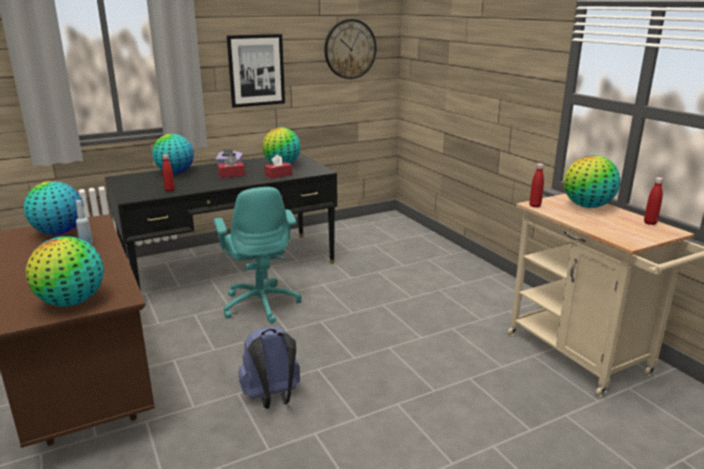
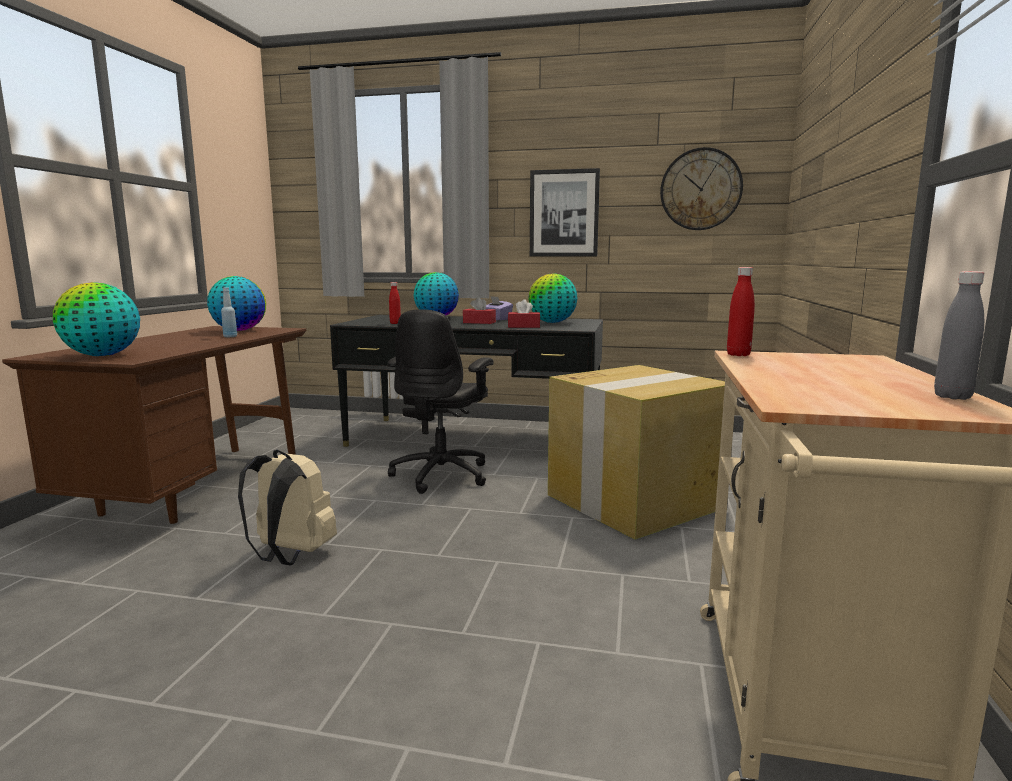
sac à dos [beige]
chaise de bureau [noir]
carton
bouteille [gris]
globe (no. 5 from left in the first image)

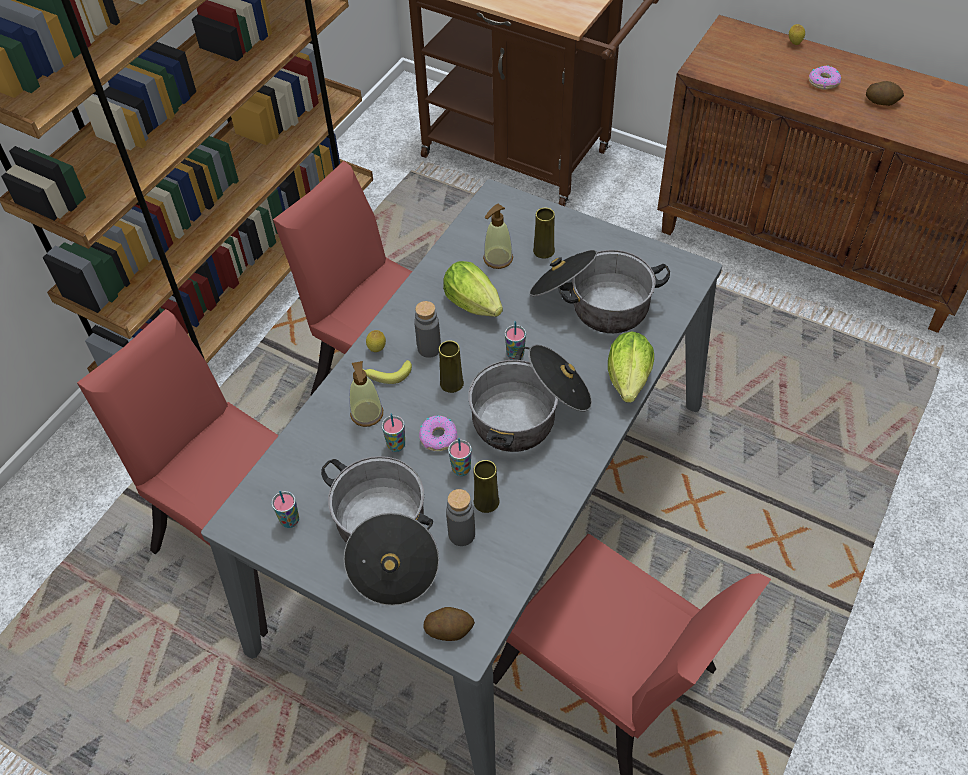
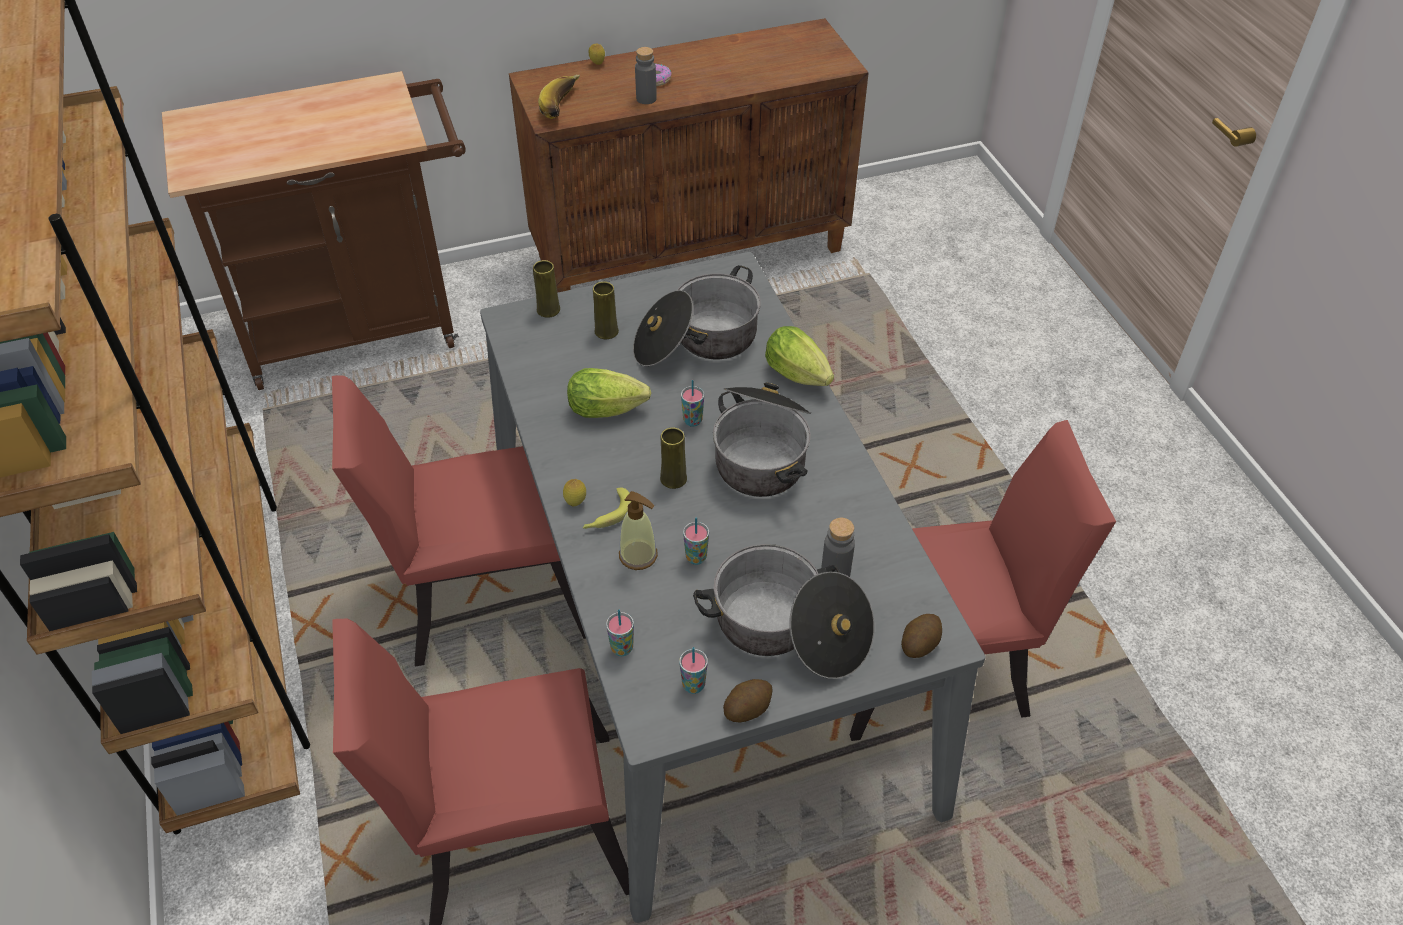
vase [jaune] (no. 1 from left)
banane (no. 1 from left)
tasse (no. 1 from left)
bouteille [gris] (no. 1 from left)
pomme de terre (no. 1 from left)
beignet (no. 1 from left in the first image)
distributeur de savon (no. 2 from left in the first image)

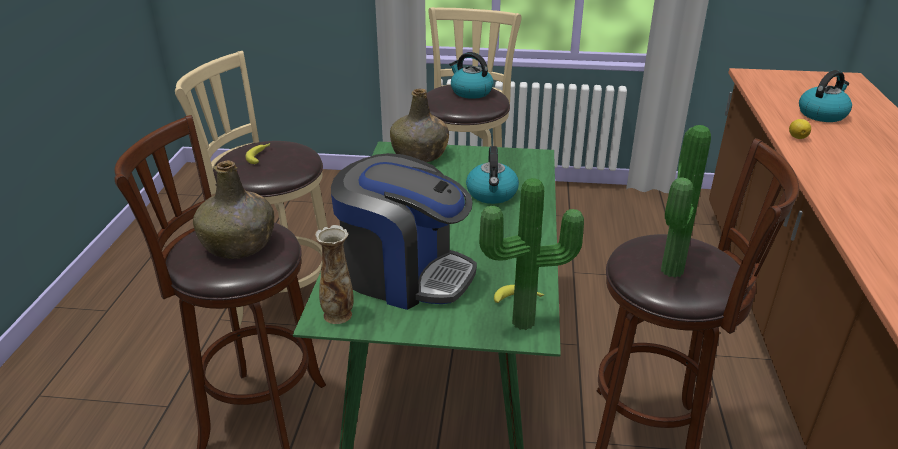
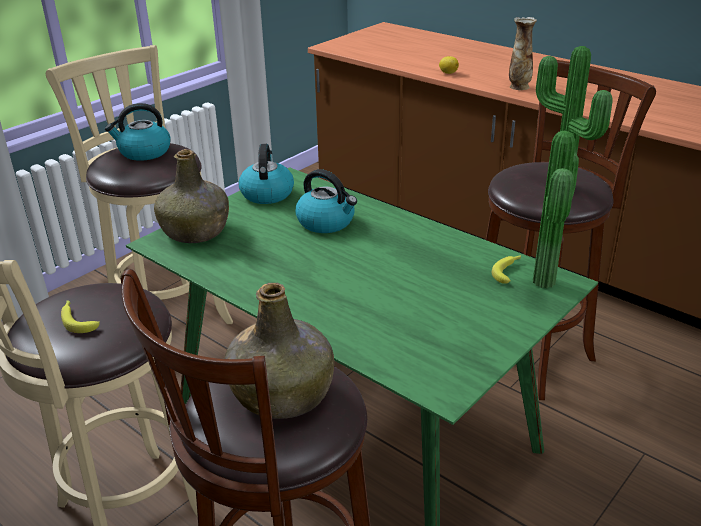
bouilloire (no. 2 from left)
vase
machine à café

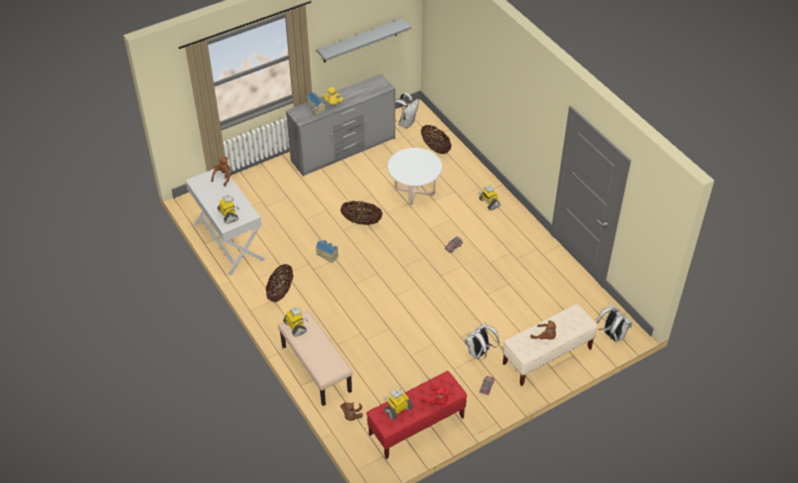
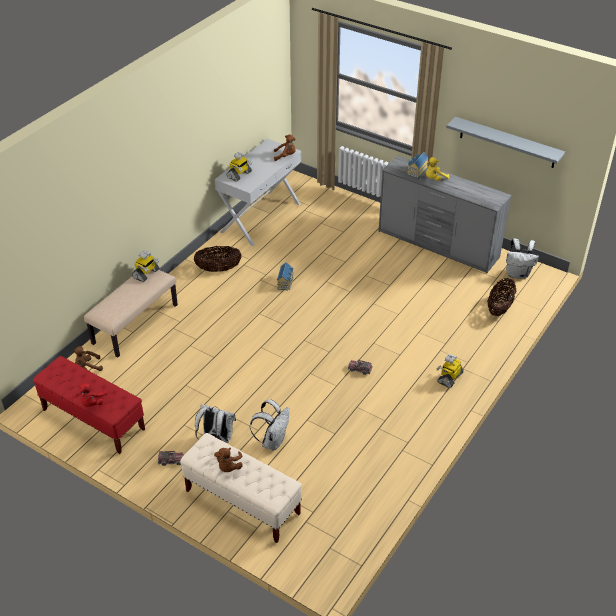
sac à dos [blanc] (no. 2 from left)
panier (no. 2 from left in the first image)
robot jouet (no. 3 from left in the first image)
table basse [blanc]

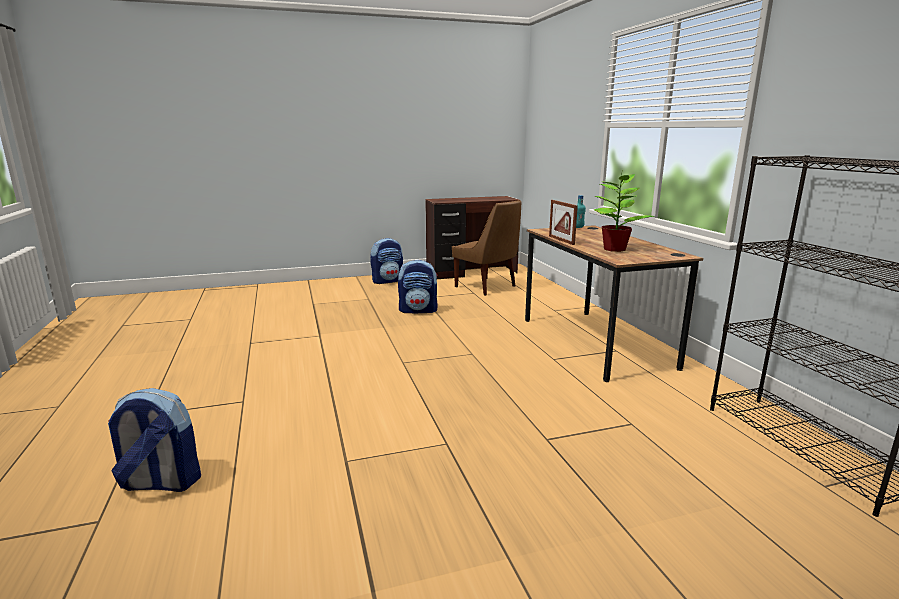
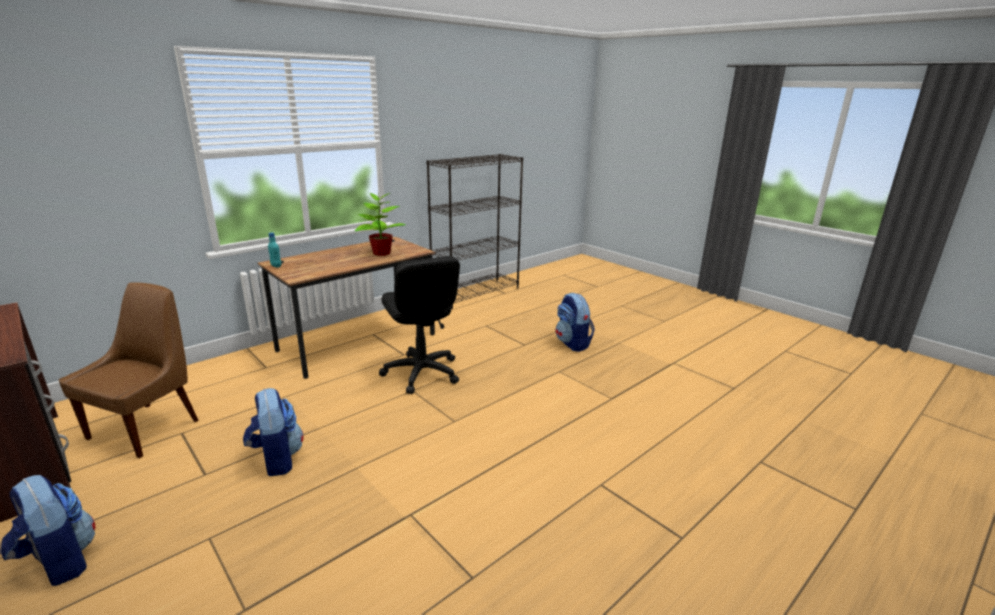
chaise de bureau [noir]
sac à dos (no. 3 from left)
cadre photo

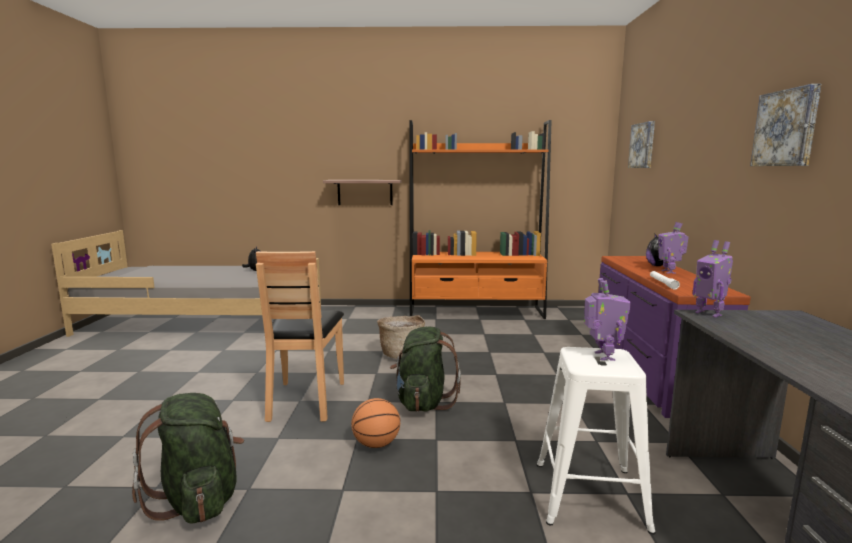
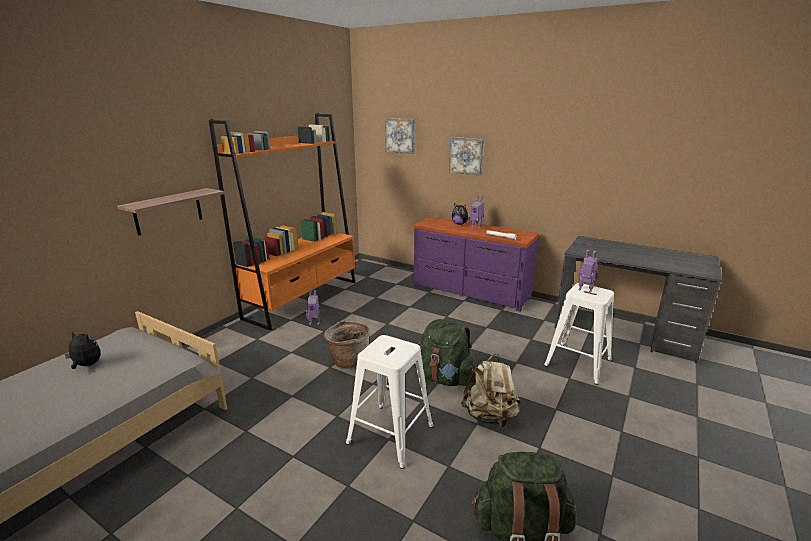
robot jouet (no. 1 from left)
tabouret [blanc] (no. 1 from left)
tableau (no. 2 from left)
sac à dos [beige]

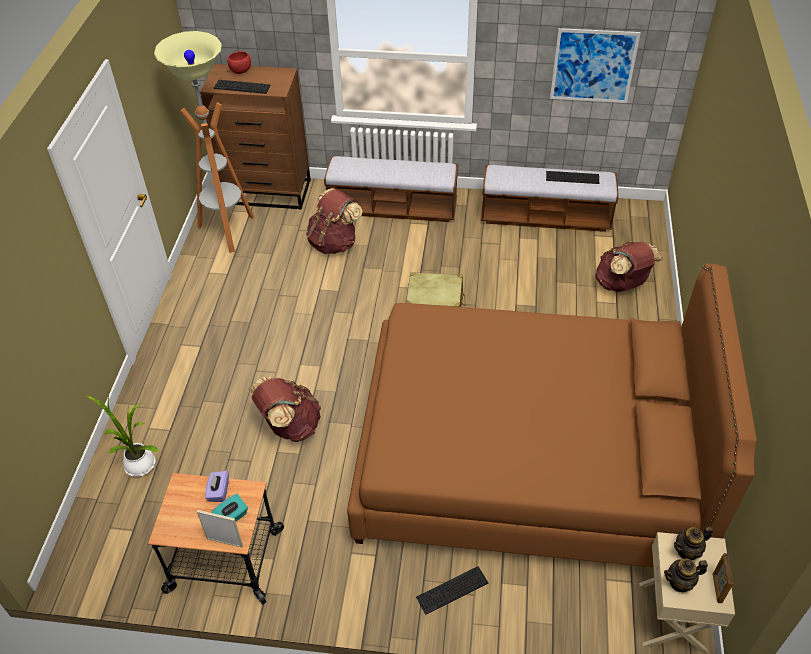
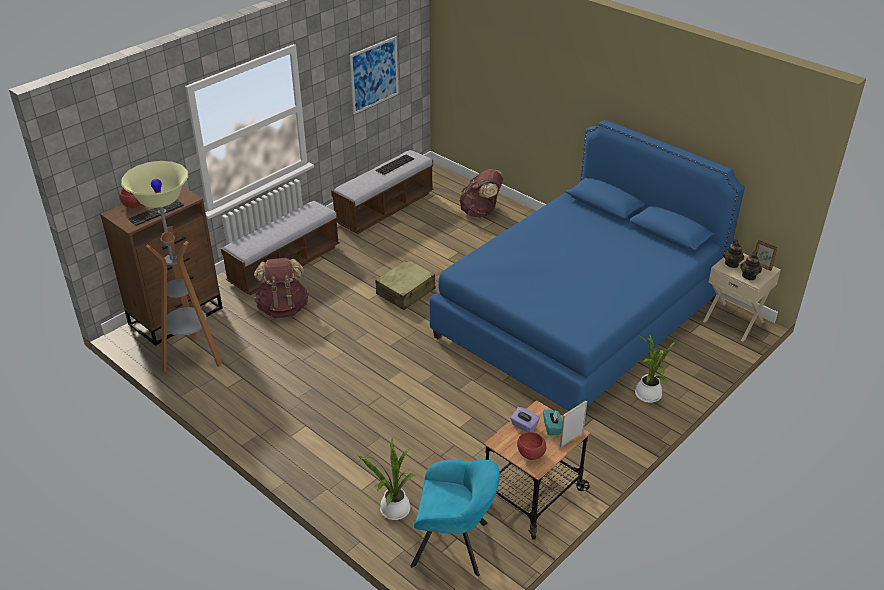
fauteuil [turquoise]
lit [bleu]
bol [rouge] (no. 2 from left)
plante en pot (no. 2 from left)
sac à dos [marron] (no. 1 from left in the first image)

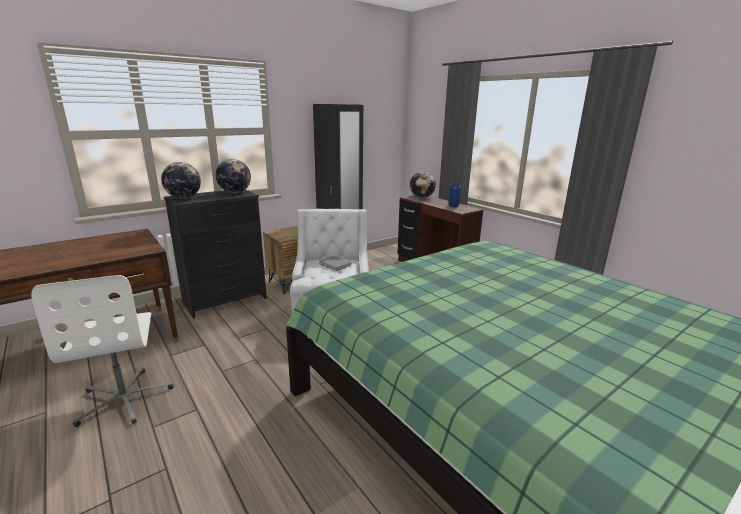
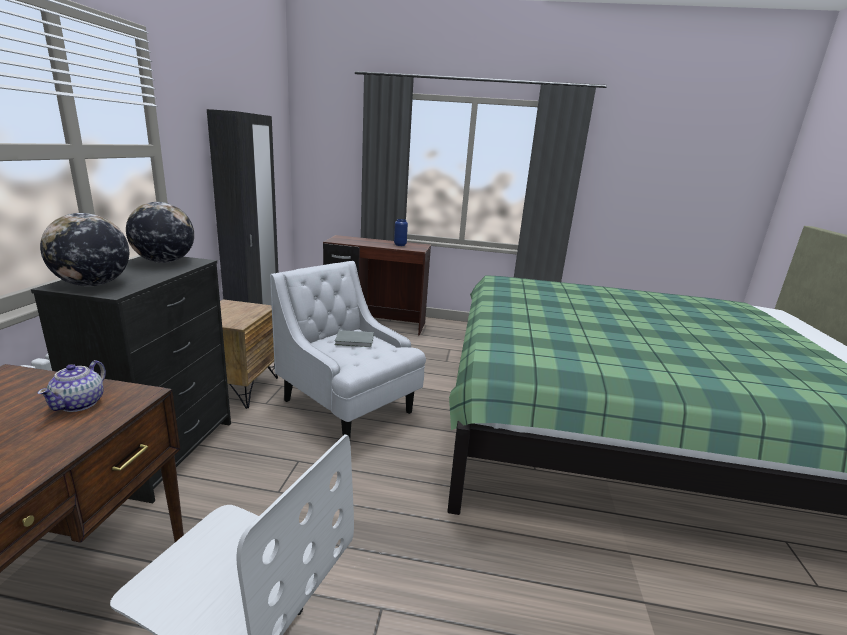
théière
globe (no. 3 from left in the first image)

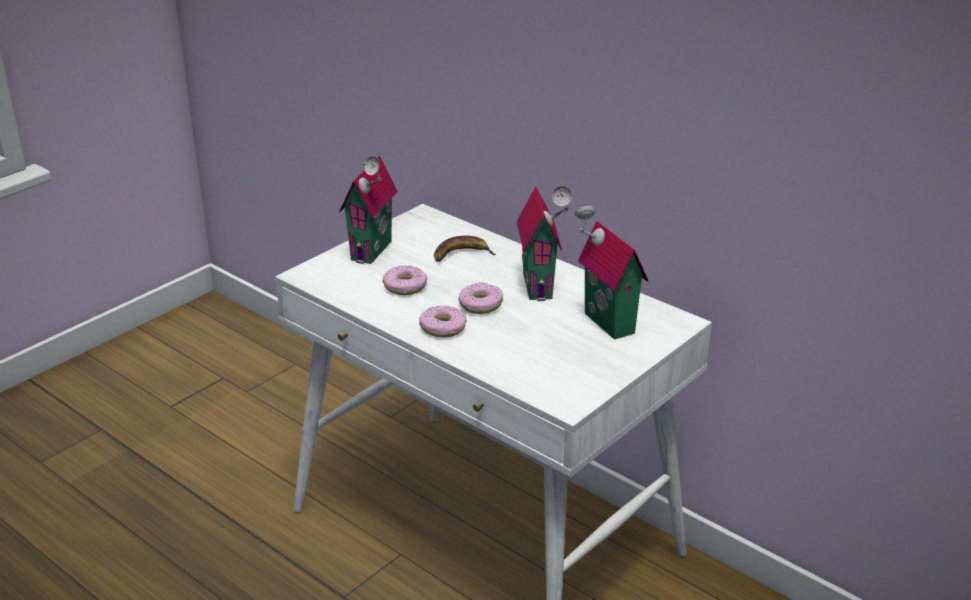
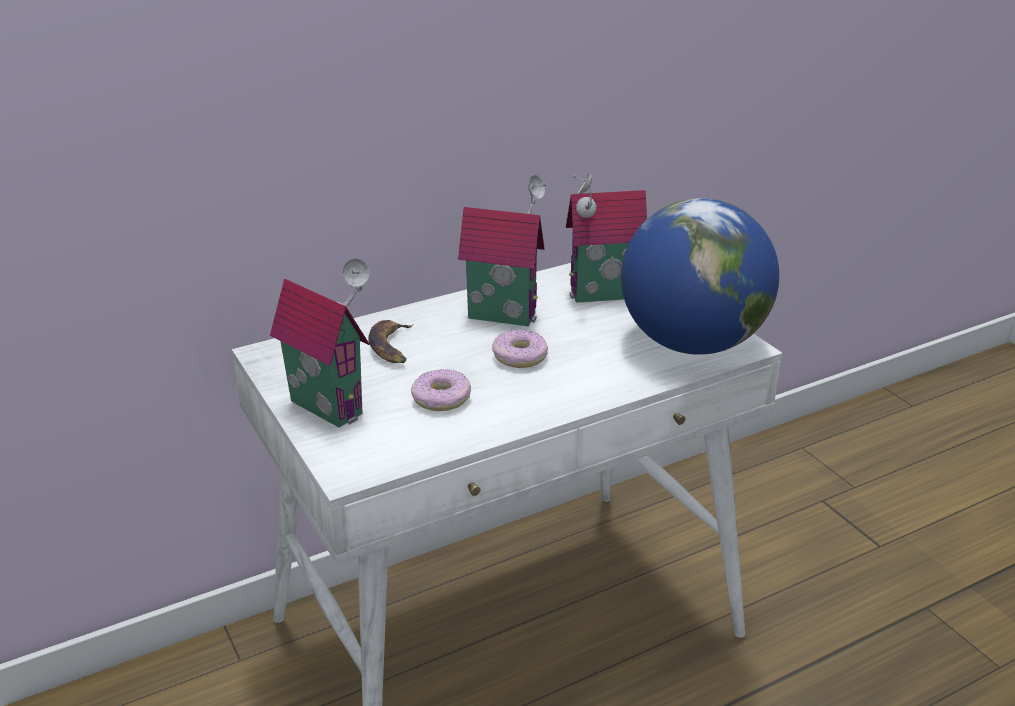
globe
beignet (no. 2 from left in the first image)

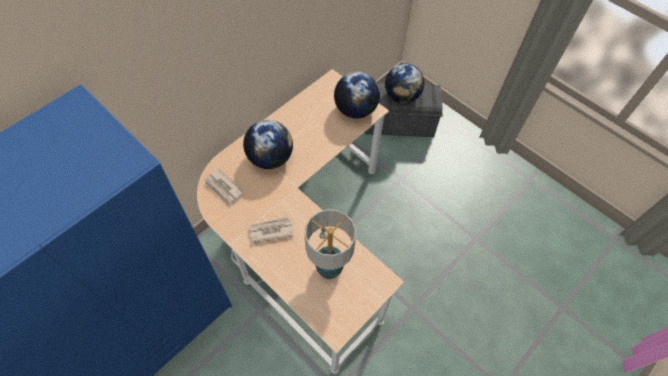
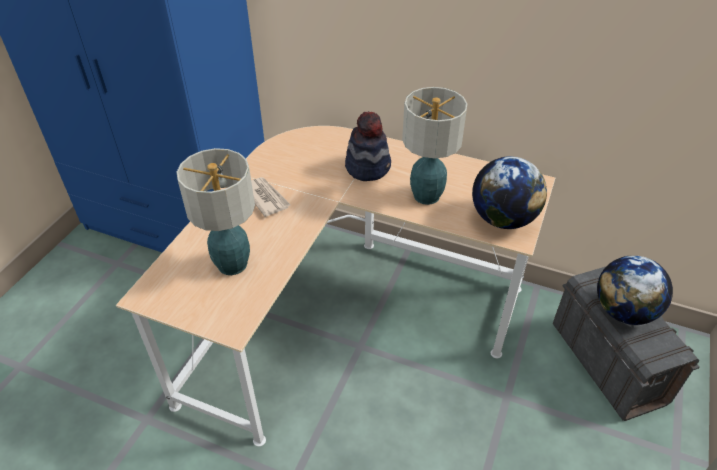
chapeau
lampe de table (no. 2 from left)
journal (no. 1 from left in the first image)

